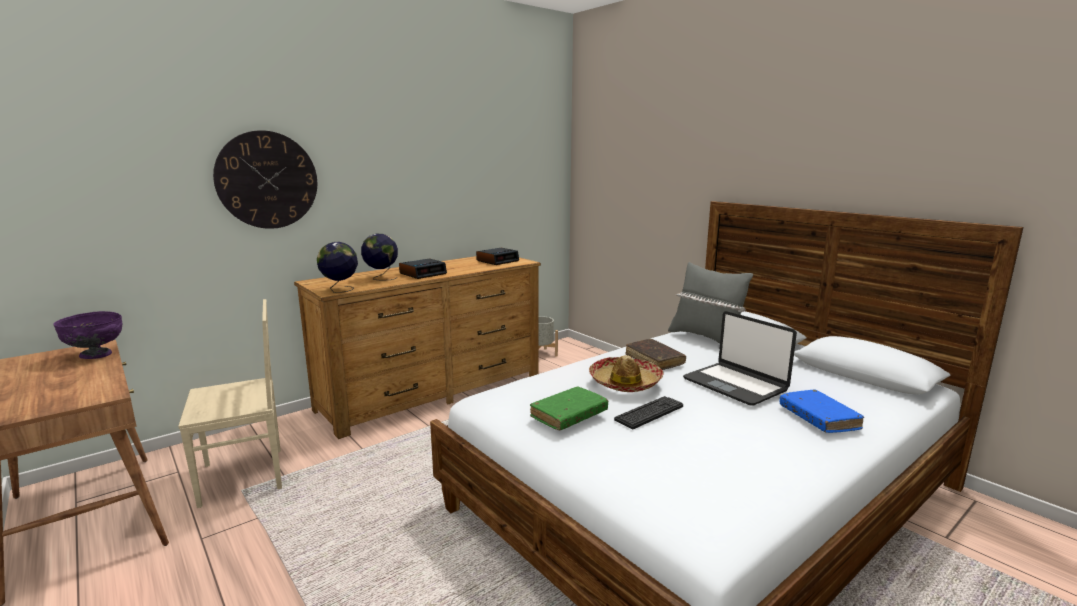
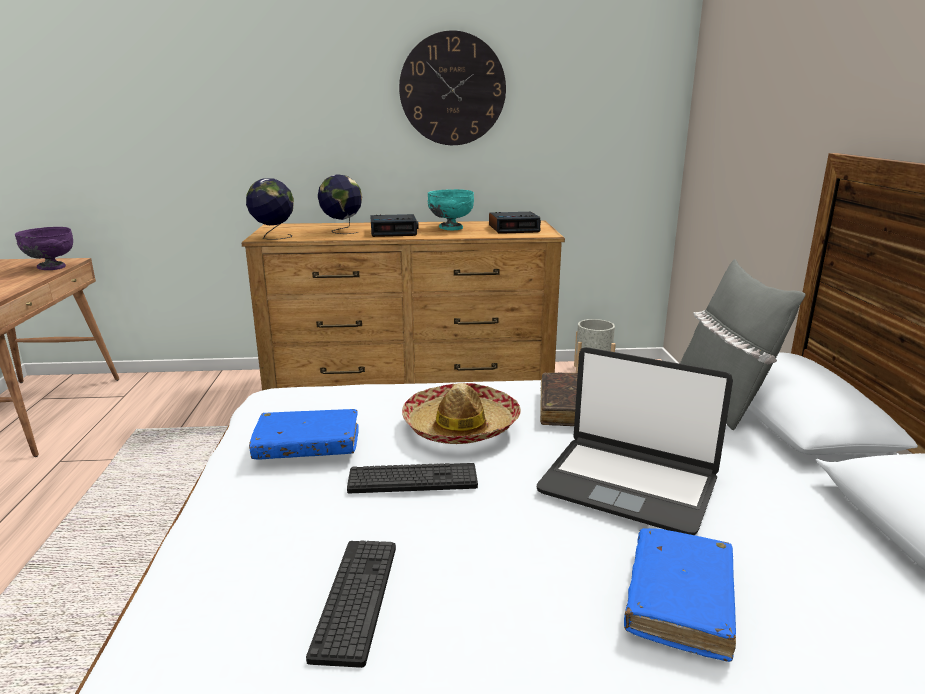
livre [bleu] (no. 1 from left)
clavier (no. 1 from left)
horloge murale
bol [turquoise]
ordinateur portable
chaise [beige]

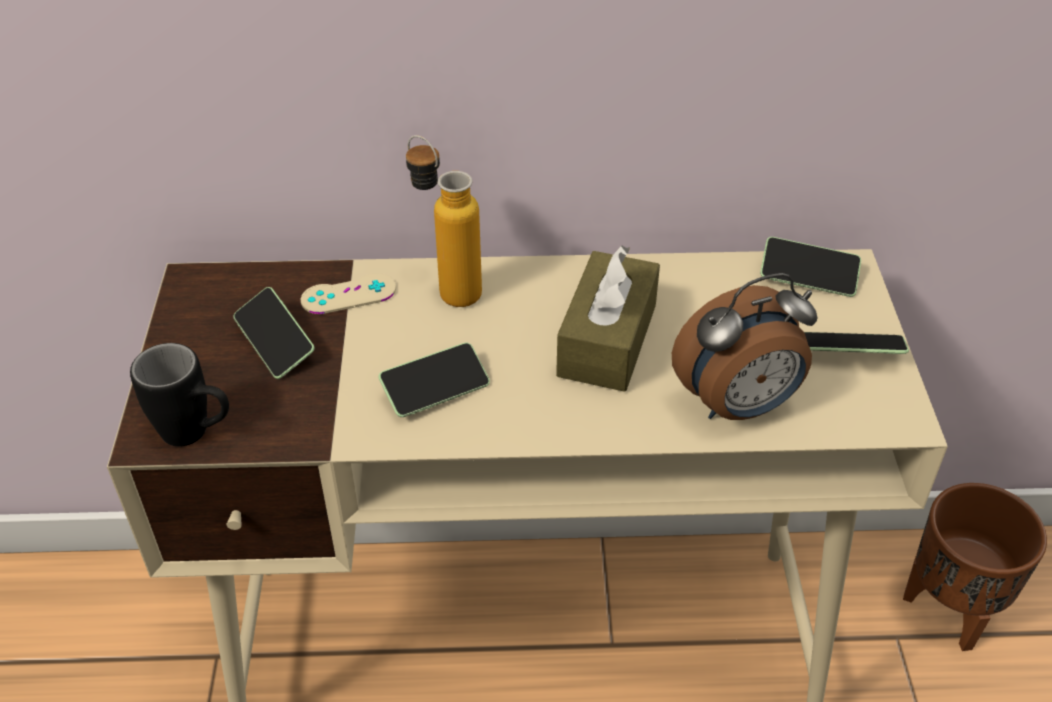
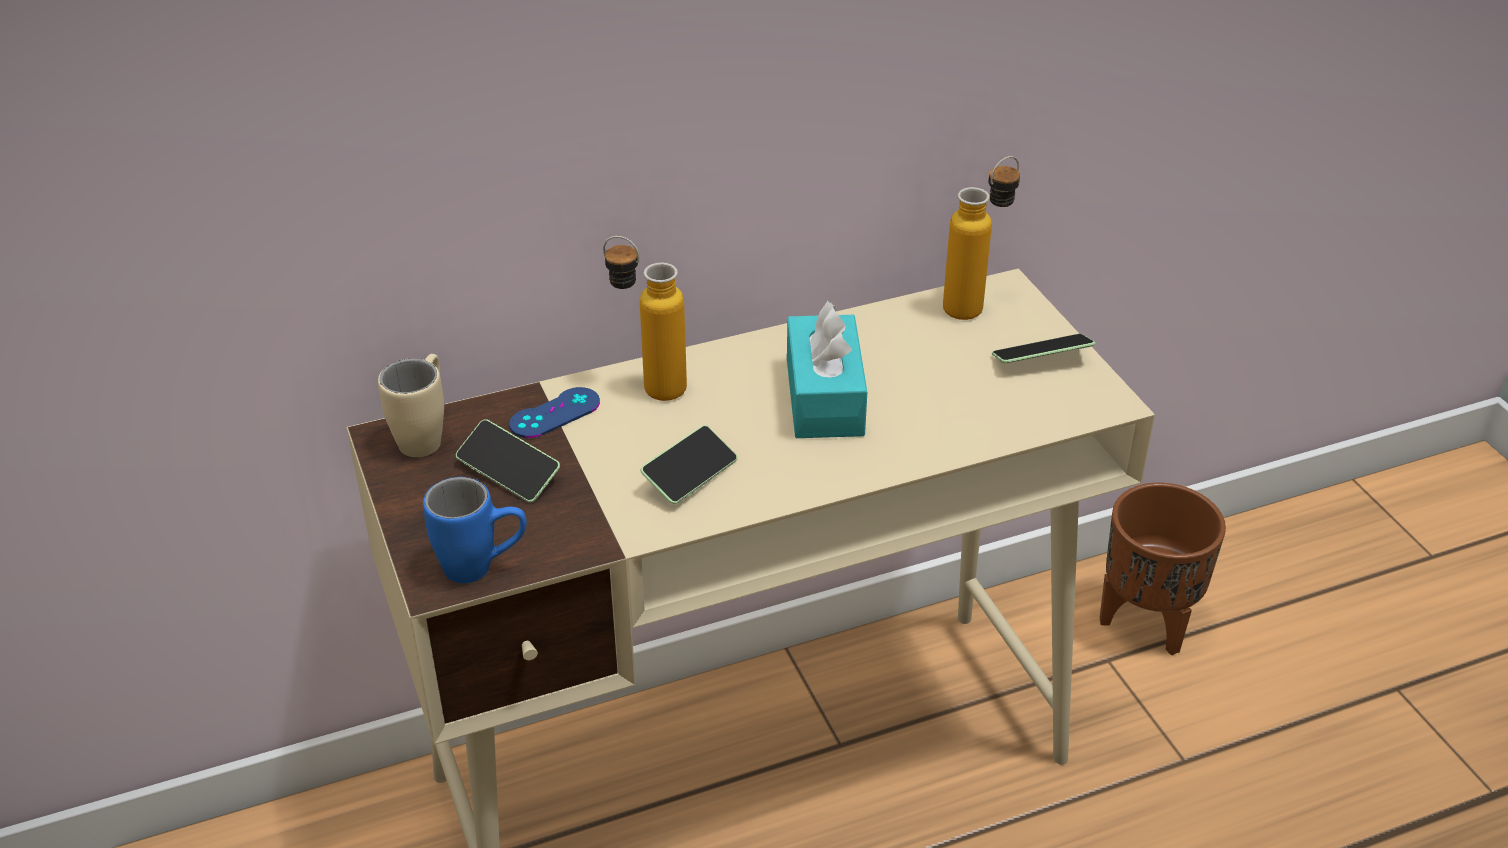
mug [beige]
mug [bleu]
manette [bleu]
boîte à mouchoirs [turquoise]
bouteille (no. 2 from left)
réveil

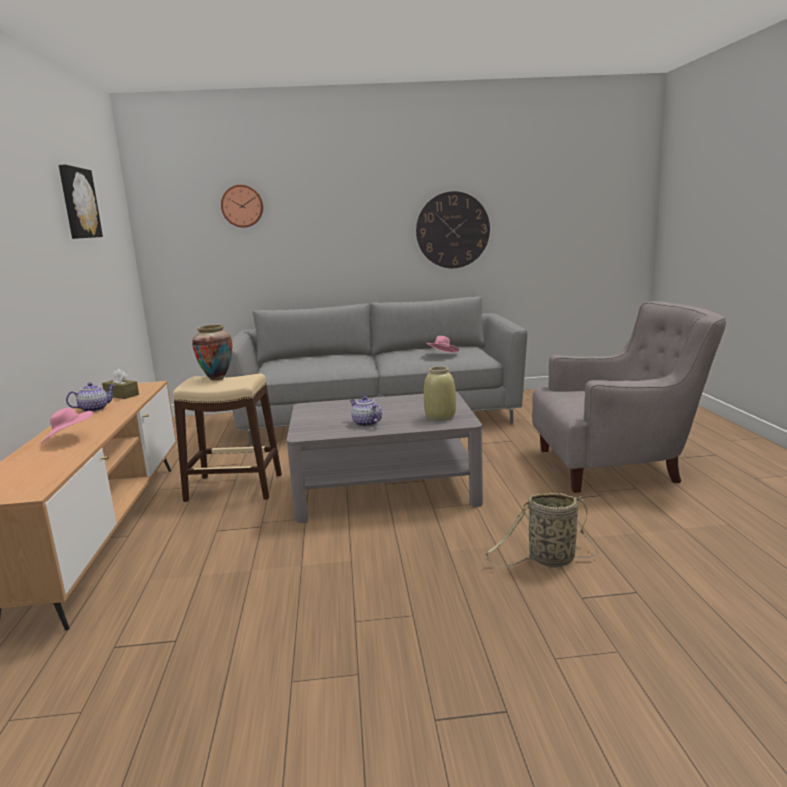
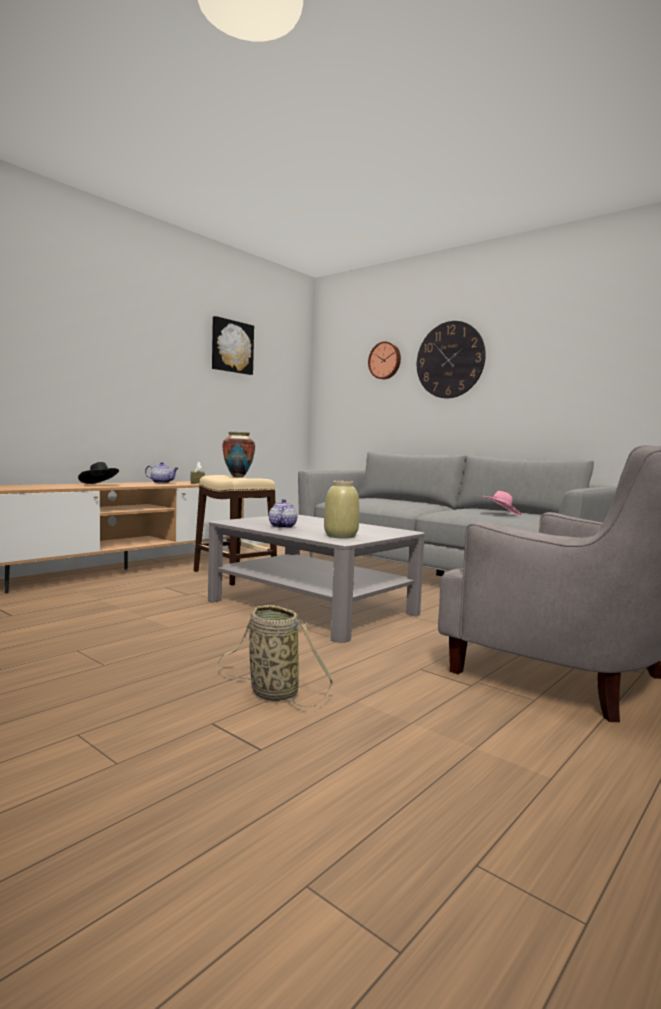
chapeau [noir]
horloge murale (no. 2 from left)

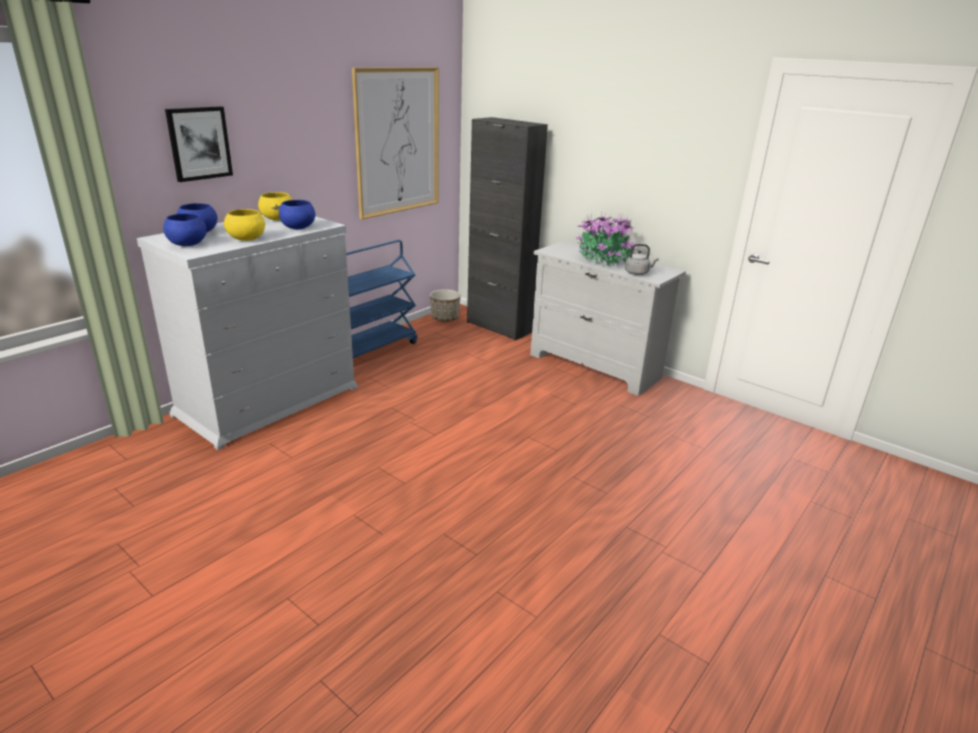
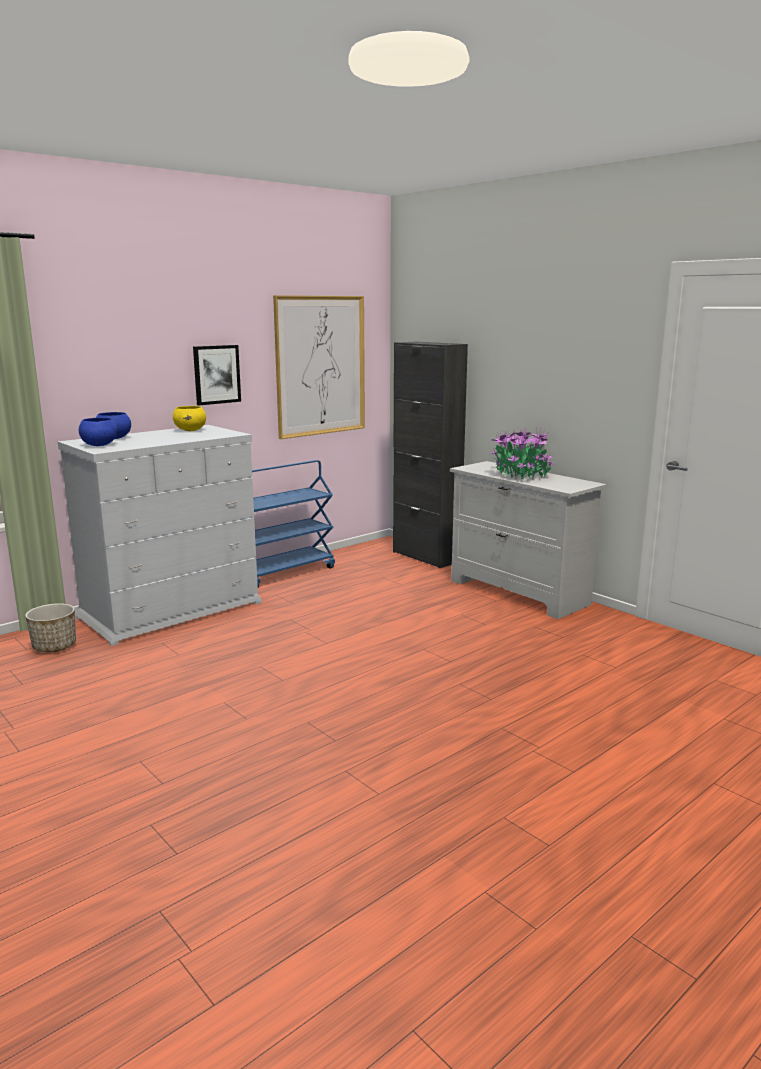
cache-pot
tableau (no. 1 from left)
bol [jaune] (no. 1 from left in the first image)
bol [bleu] (no. 3 from left in the first image)
bouilloire [gris]

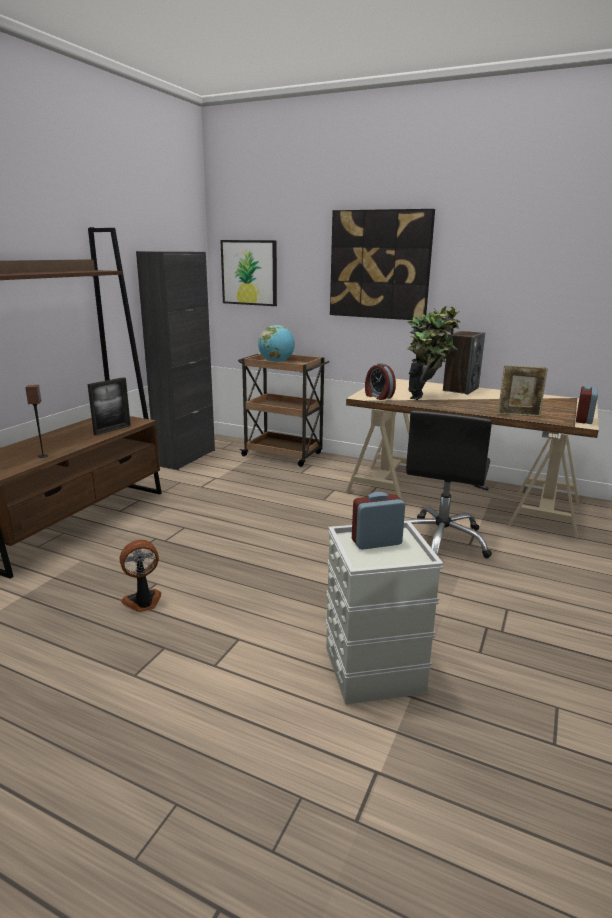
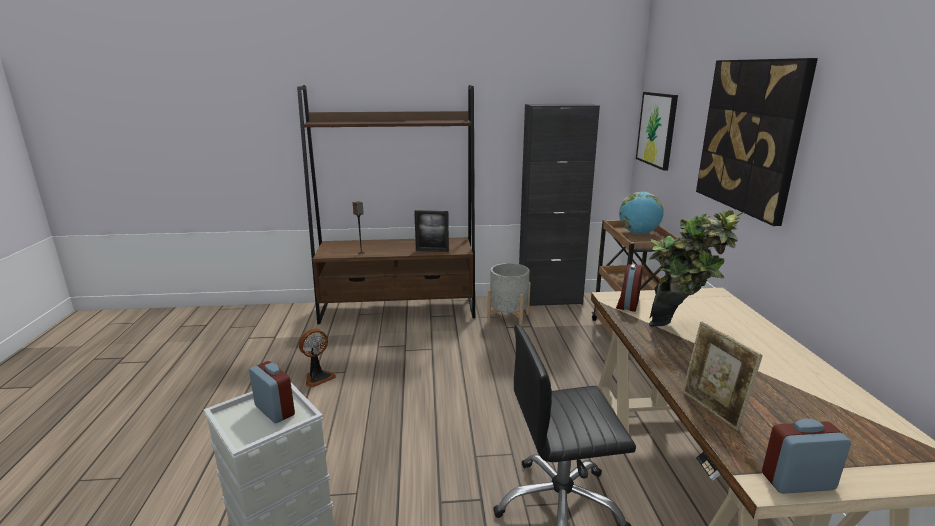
ventilateur
cache-pot [gris]
enceinte (no. 2 from left in the first image)

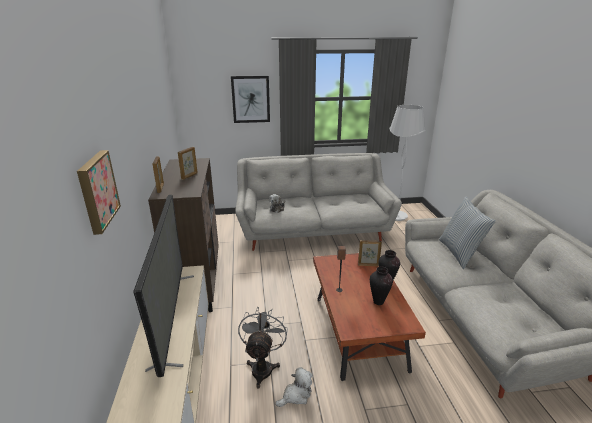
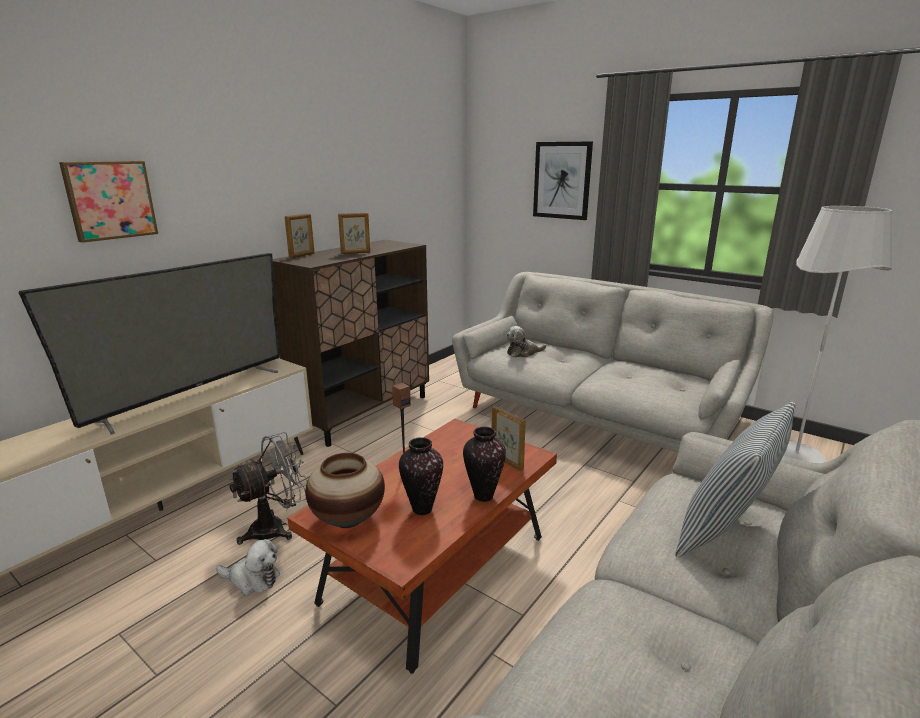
vase (no. 1 from left)

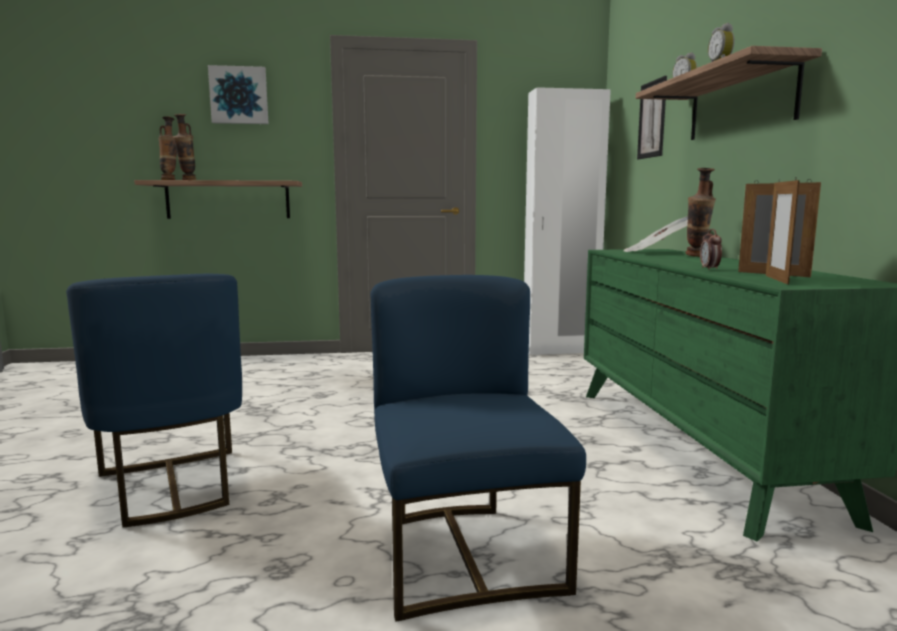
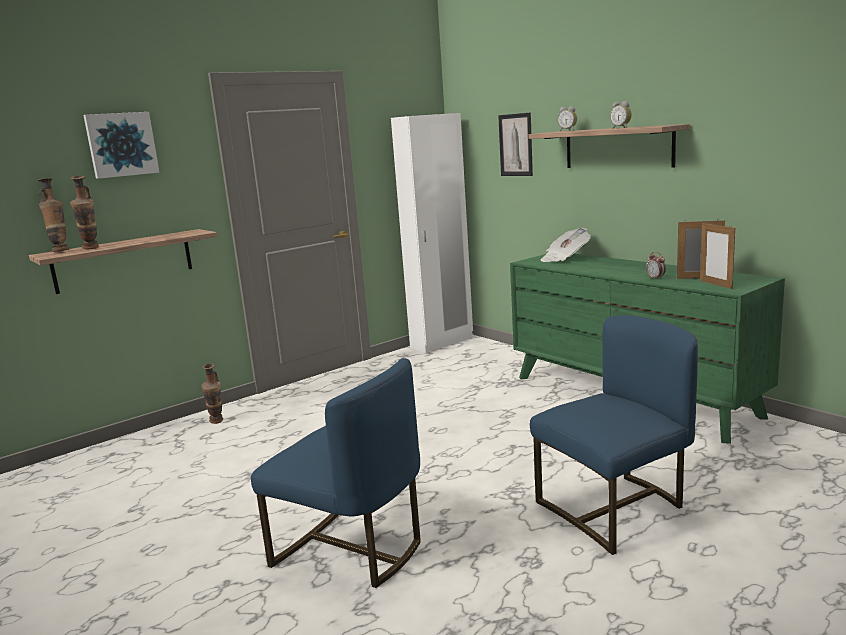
vase (no. 3 from left)
chaise [bleu] (no. 2 from left)

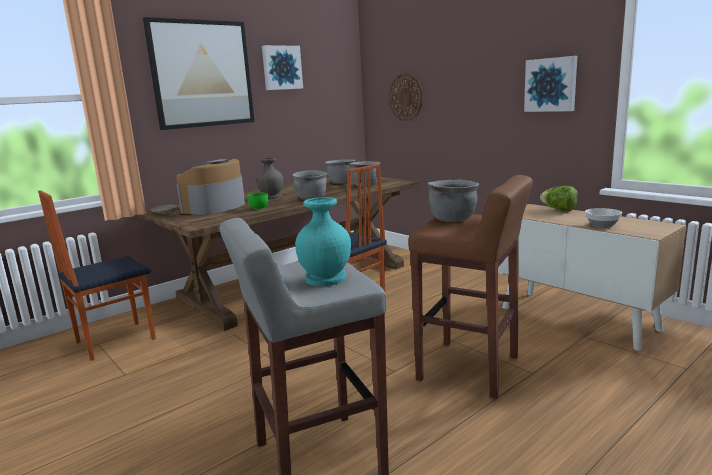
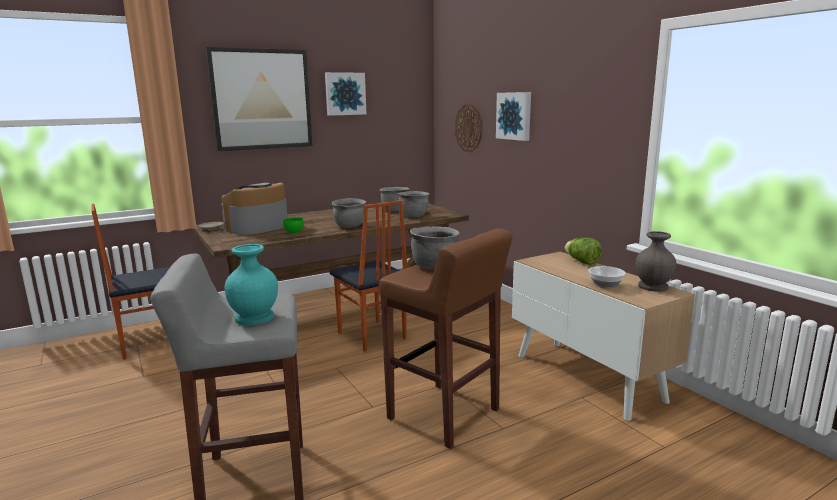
tableau (no. 3 from left)
vase [gris]

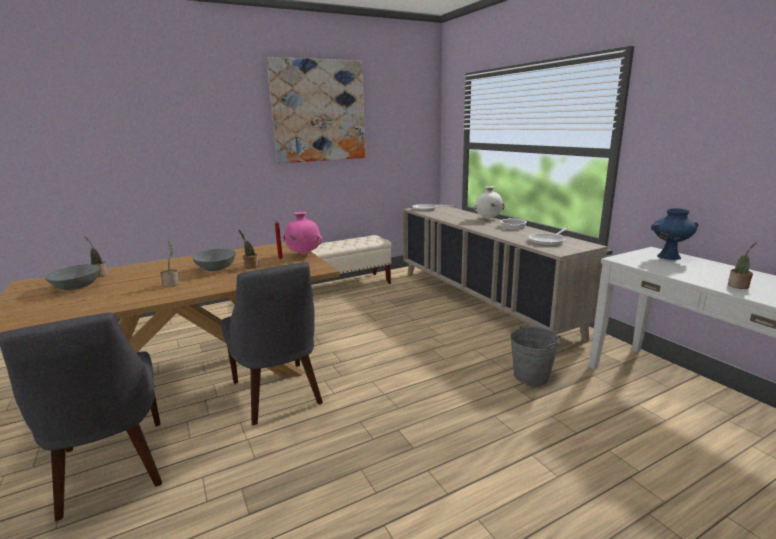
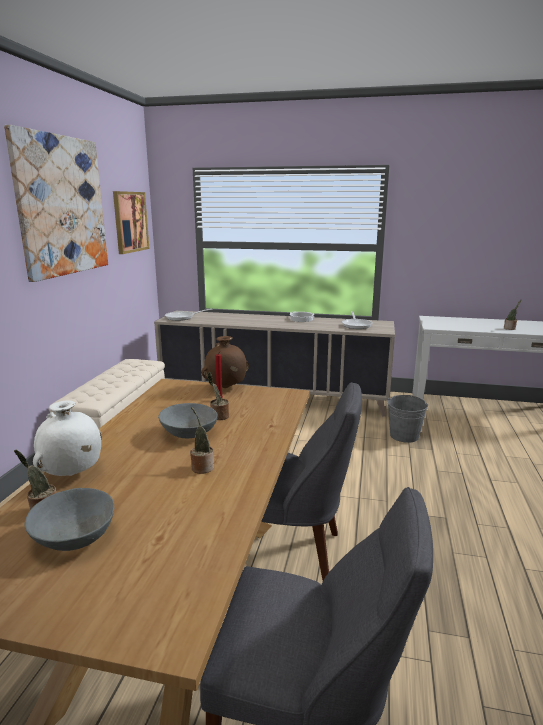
vase [blanc]
tableau (no. 2 from left)
vase [marron]
vase [bleu]

